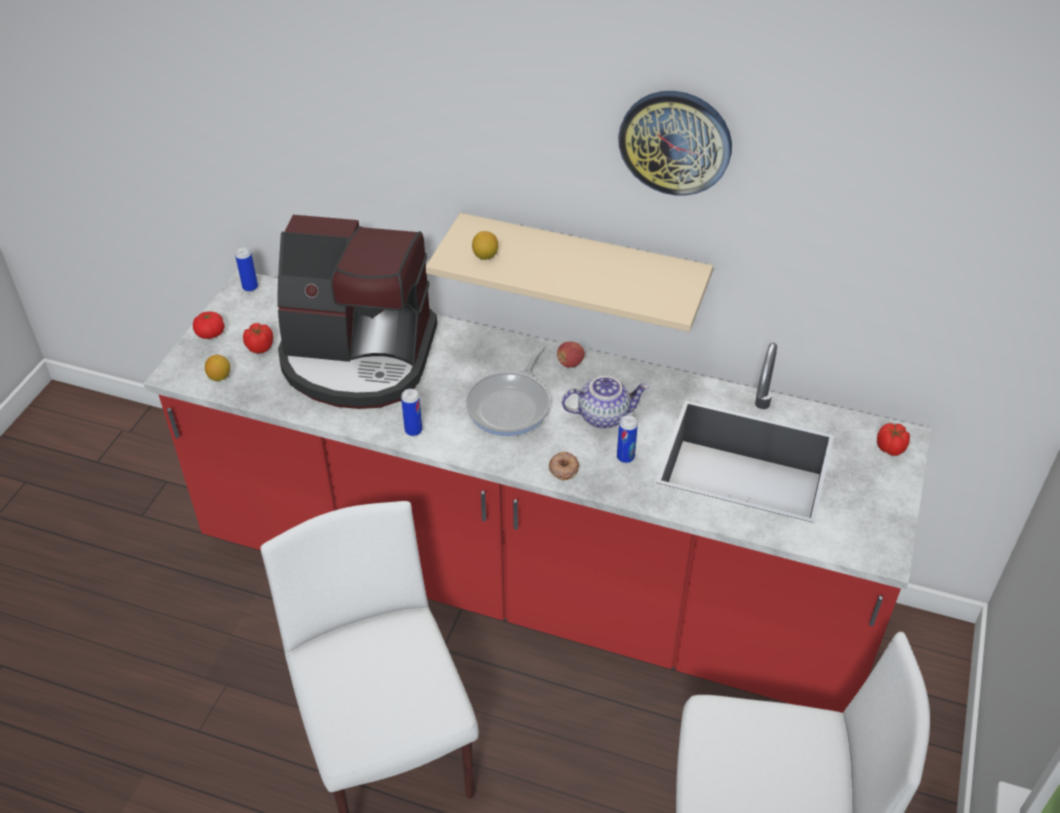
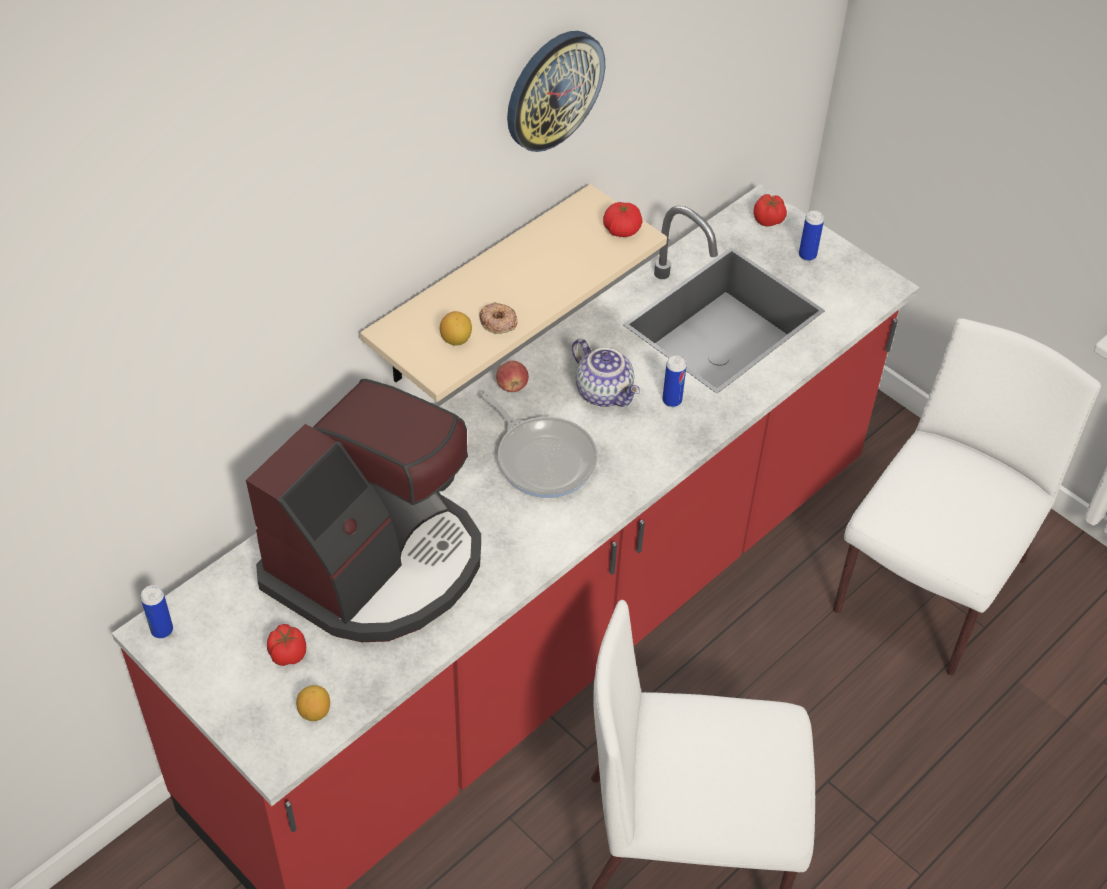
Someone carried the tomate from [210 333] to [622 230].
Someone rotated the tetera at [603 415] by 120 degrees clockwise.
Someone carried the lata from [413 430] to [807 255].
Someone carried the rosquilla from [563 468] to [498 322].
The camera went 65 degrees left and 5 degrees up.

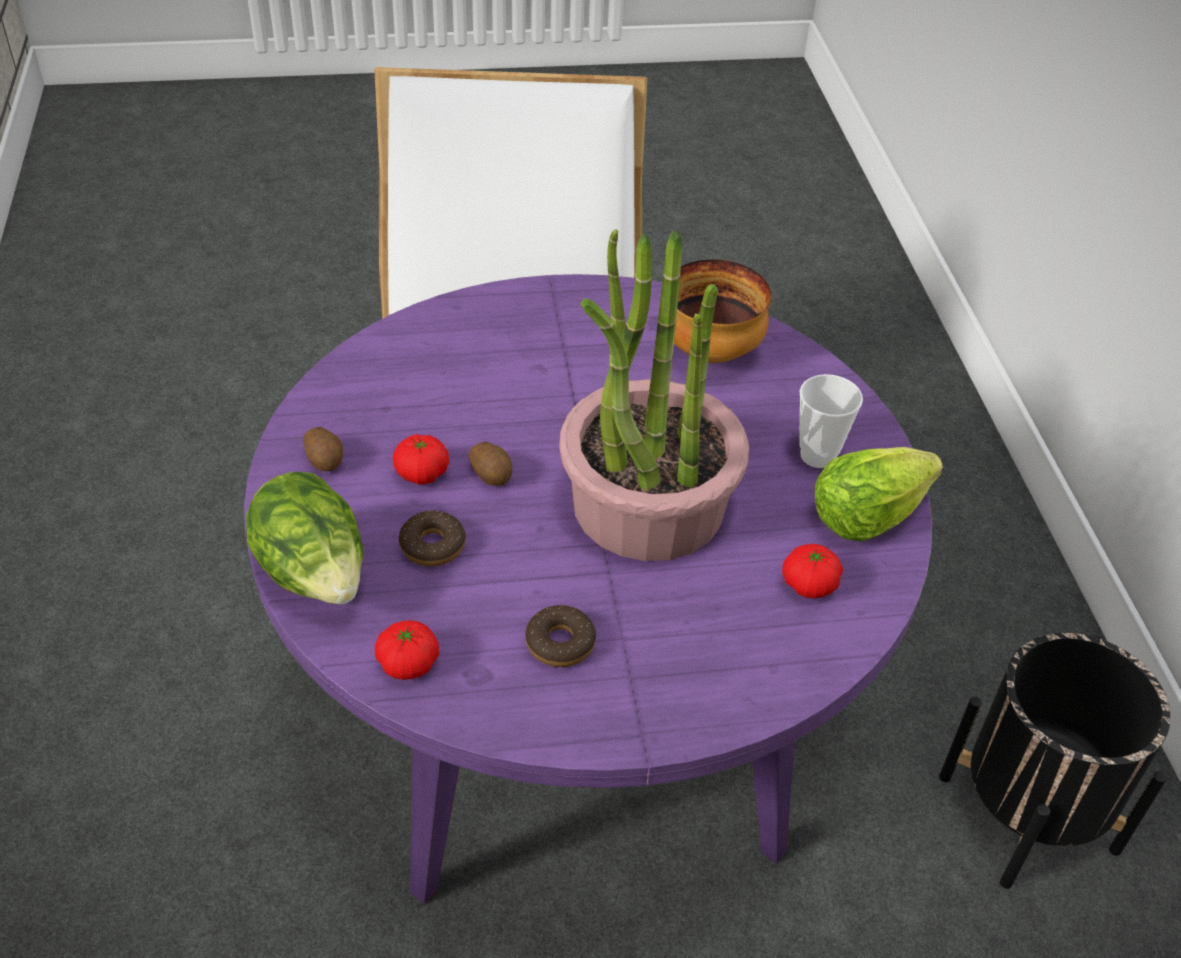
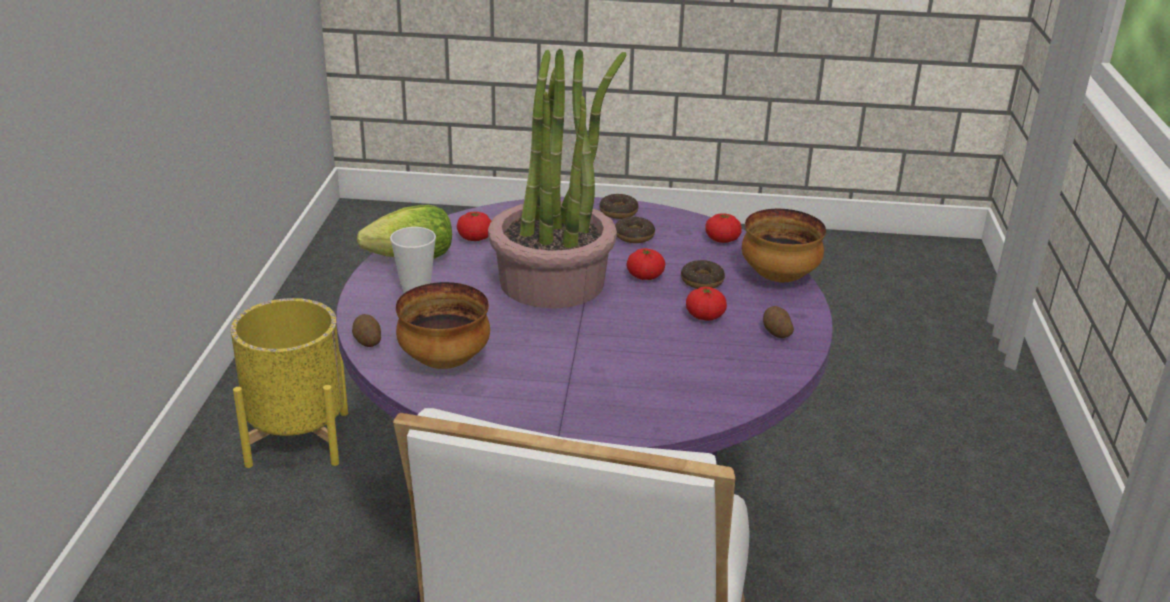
Someone carried the patata from [492 474] to [367 341].
Someone swapped the lechuga at [314 575] for the cuenco at [778 278].
Someone repainted the maceta (negro) at [1028 813], which became the maceta (amarillo) at [298 438].
Someone put down the rosquilla at [618 212].
Someone put down the tomate at [645 276].
The camera went 165 degrees left and 15 degrees down.

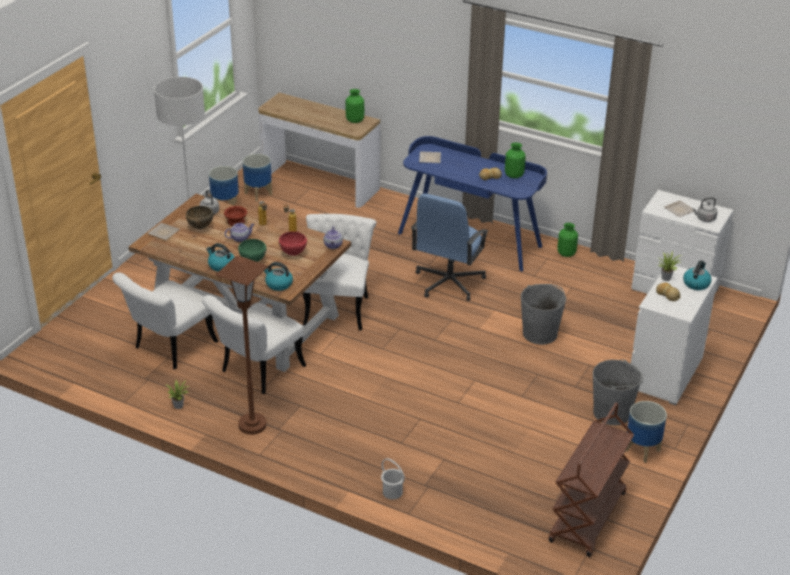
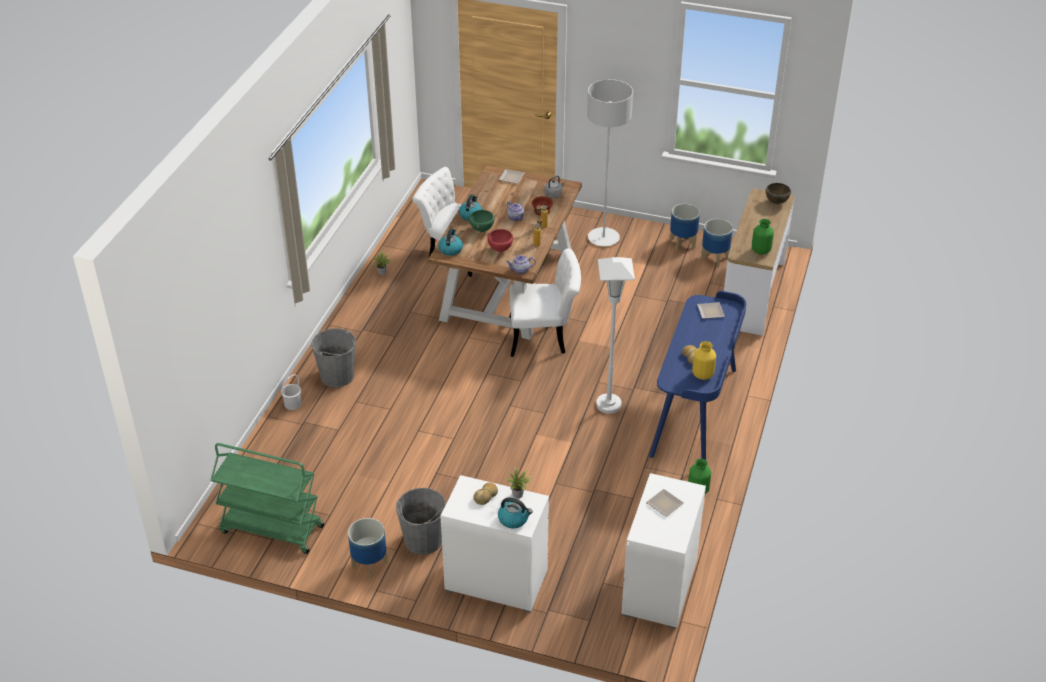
Someone repainted the florero (verde) at [513 175], which became the florero (amarillo) at [702 374].
Someone swapped the silla de oficina (azul) at [448 282] for the lámpara de pie (blanco) at [608 404].
Someone took away the hervidor (gris) at [704 219].
Someone carried the cuenco (marrón) from [200 228] to [776 202].
Someone took away the lámpara de pie (marrón) at [252 425].
Someone carried the cubo (gris) from [540 333] to [337 376].
Someone took away the silla (blanco) at [256 373].
Someone repainted the carrito (marrón) at [588 518], which became the carrito (verde) at [271 529].
The camera went 80 degrees right and 5 degrees up.

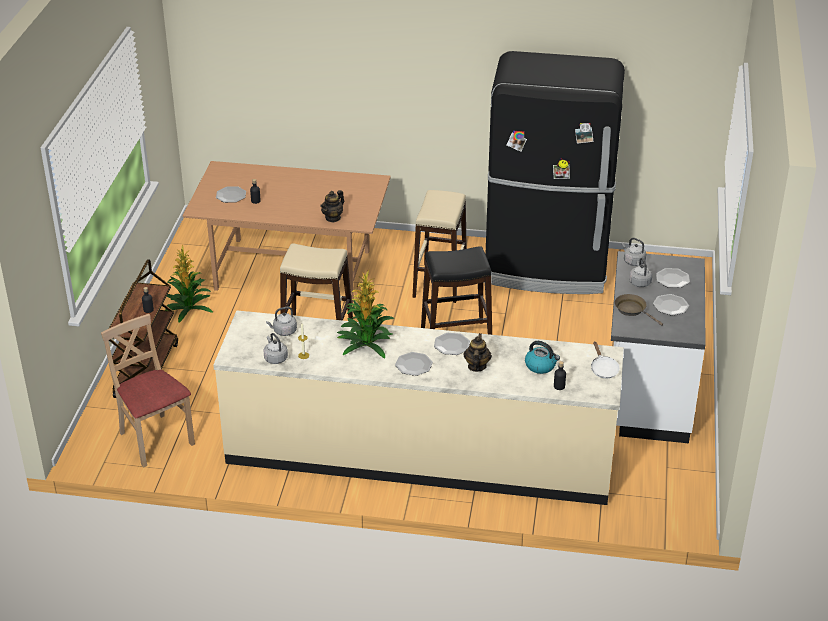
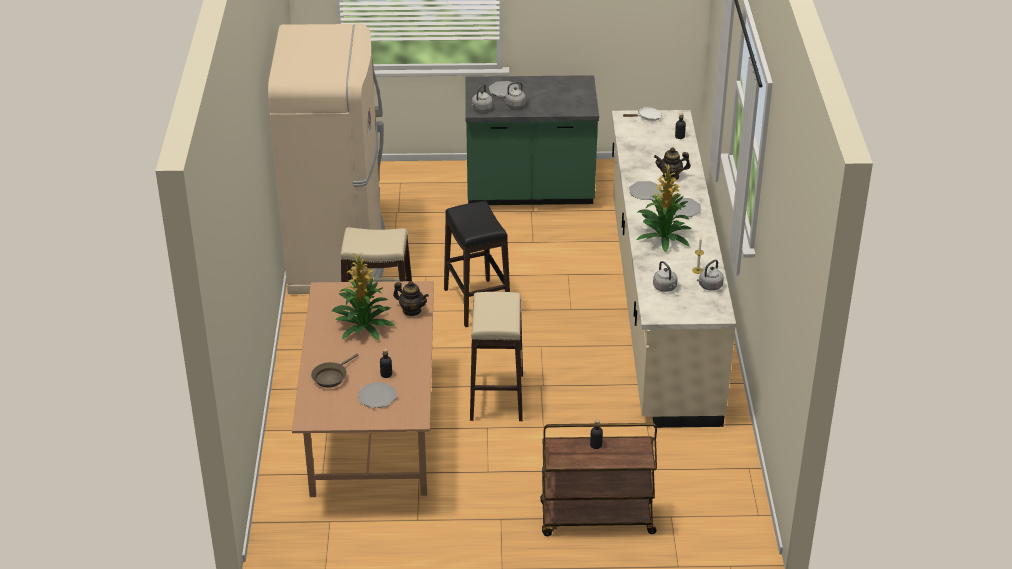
Someone repainted the nevera (negro) at [546 267], which became the nevera (beis) at [338 256].
Someone carried the planta en maceta from [188 308] to [363 326].
Someone repainted the mueble bajo de cocina (blanco) at [647 393], which became the mueble bajo de cocina (verde) at [530 191].
Someone carried the sartén (marrón) from [632 310] to [331 377].
Someone took away the plato at [670 306].
Someone took away the silla (beis) at [155 439].
Someone took away the hervidor at [541 366].
The camera went 100 degrees left and 0 degrees up.

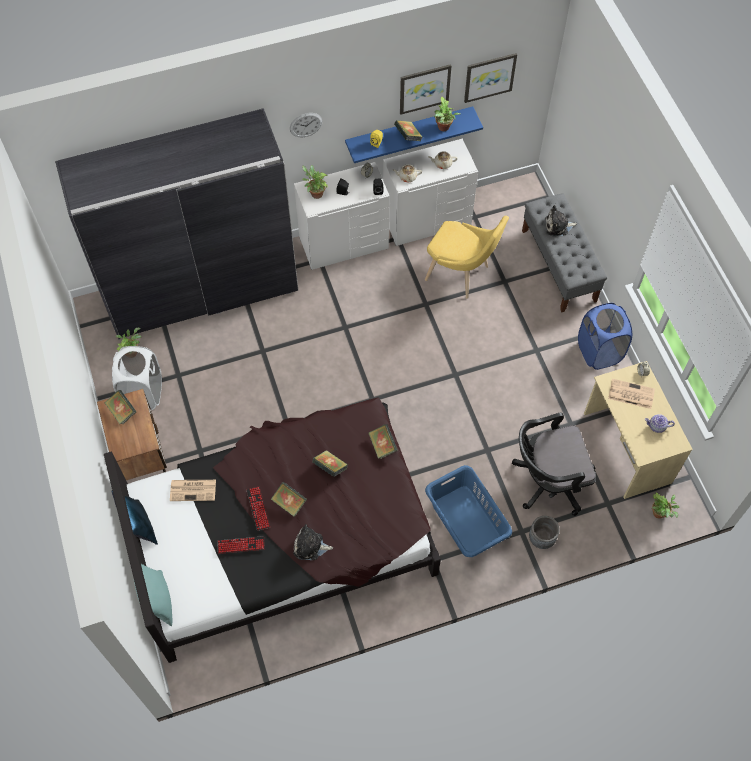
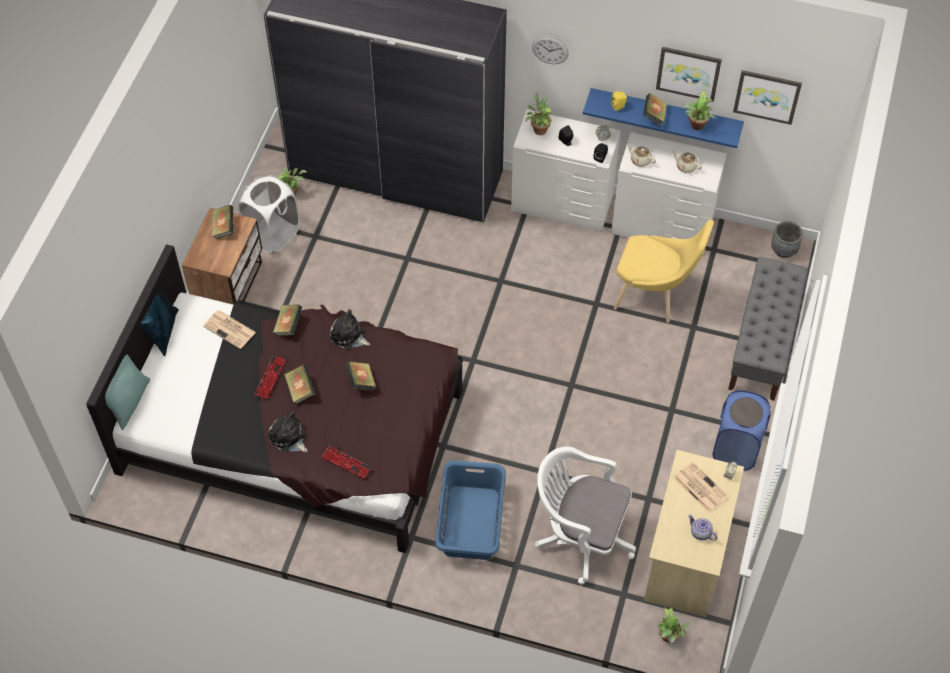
Someone carried the peluche from [558 226] to [348 336].
Someone rotated the silla (amarillo) at [461 274] by 45 degrees counterclockwise.
Someone repainted the silla de oficina (negro) at [547 481], which became the silla de oficina (blanco) at [580 536].
Someone carried the libro from [382 445] to [288 326].
Someone carried the maceta (gris) from [541 538] to [784 250].
Someone carried the teclado from [241 545] to [346 463].
The camera went 35 degrees right and 5 degrees down.

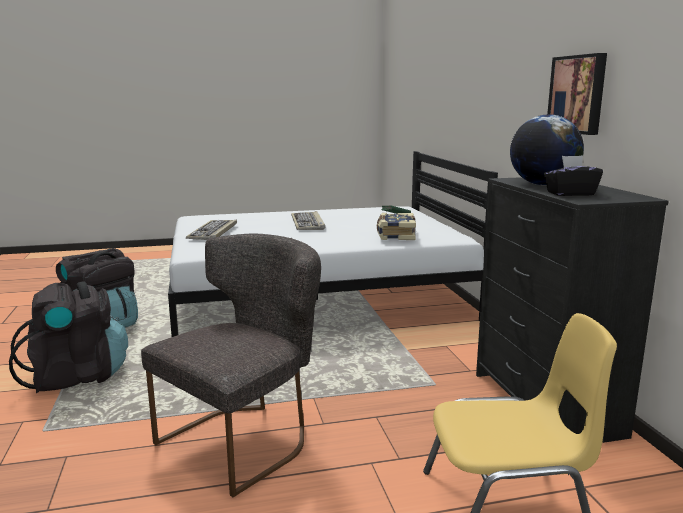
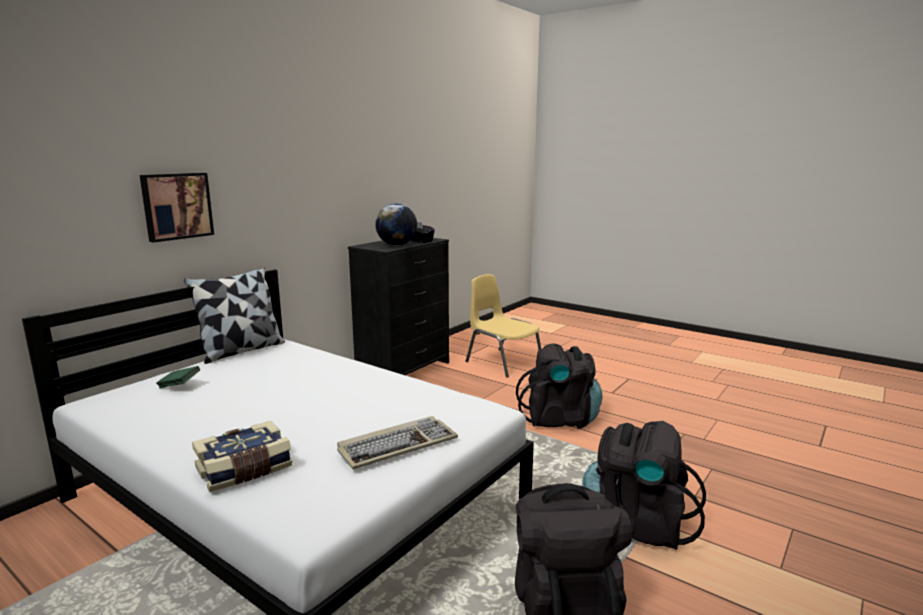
Someone carried the cuadro from [578 94] to [176 206].
Someone took away the teclado at [308 223].
Someone carried the libro from [395 235] to [245 469].
Someone swapped the silla (gris) at [245 438] for the mochila (negro) at [559 419].
Someone put down the cojín at [241 350].
The camera went 130 degrees left and 0 degrees up.

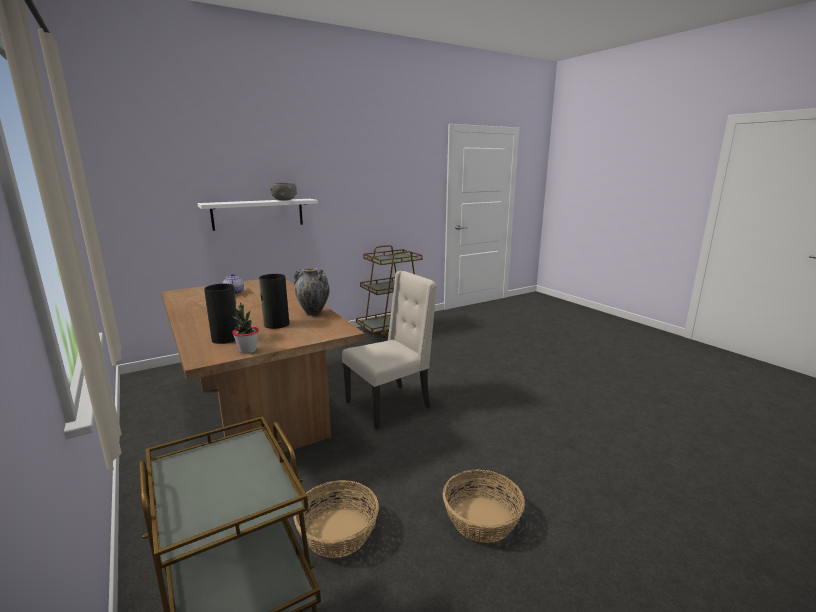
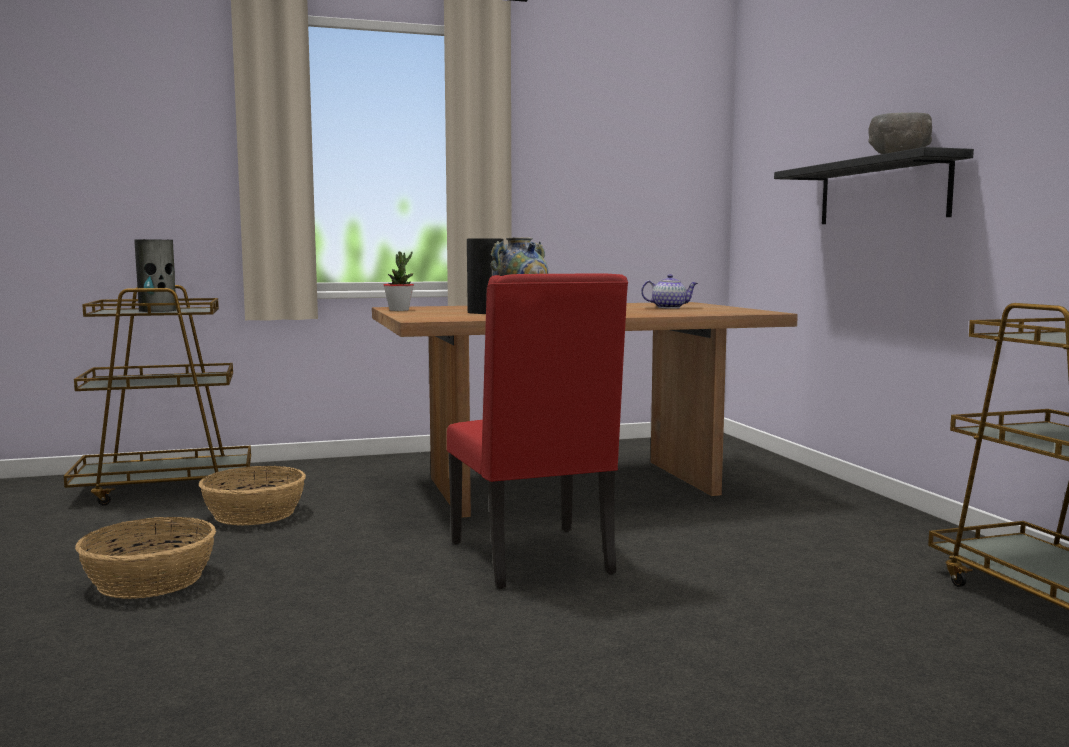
Someone repainted the estante (blanco) at [258 214], which became the estante (negro) at [882 191].
Someone repainted the silla (beis) at [390 405], which became the silla (rojo) at [535 558].
Someone carried the florero from [226 338] to [158 310].
The camera went 105 degrees right and 10 degrees down.

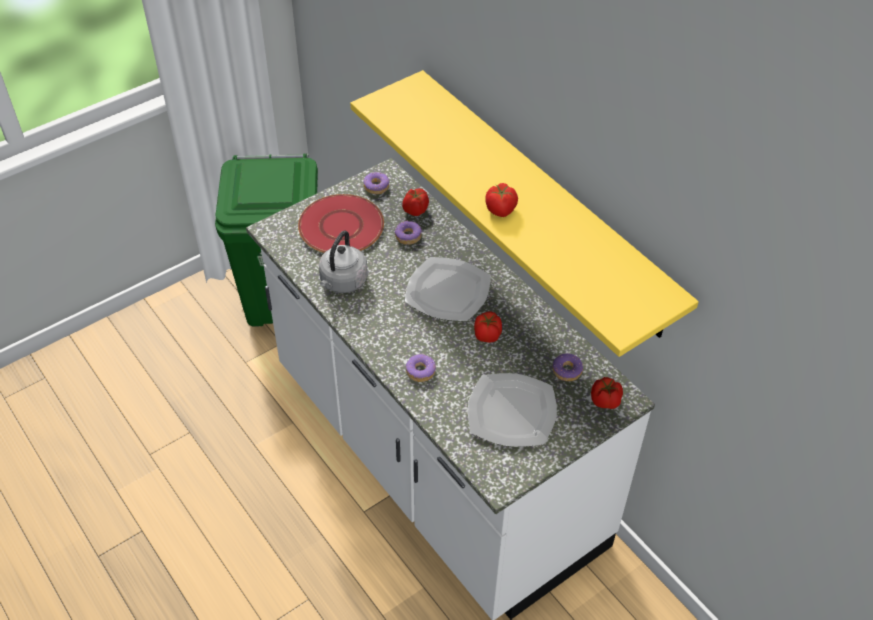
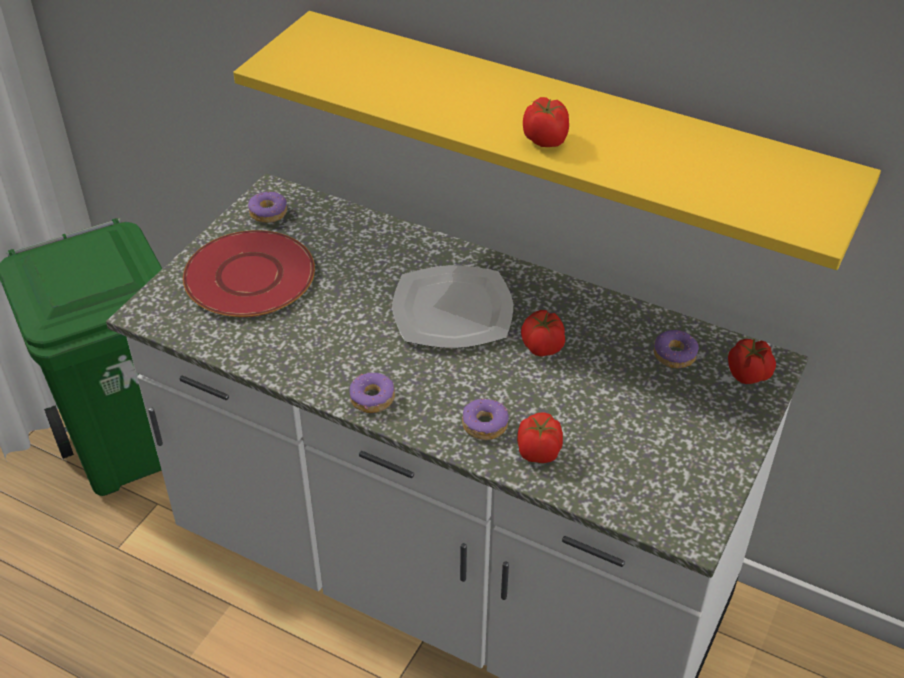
Someone carried the tomate from [415 210] to [538 452].
Someone carried the rosquilla from [408 236] to [372 399].
Someone took away the hervidor (gris) at [342 282].
Someone took away the plato at [511 413].
The camera went 25 degrees left and 5 degrees down.

